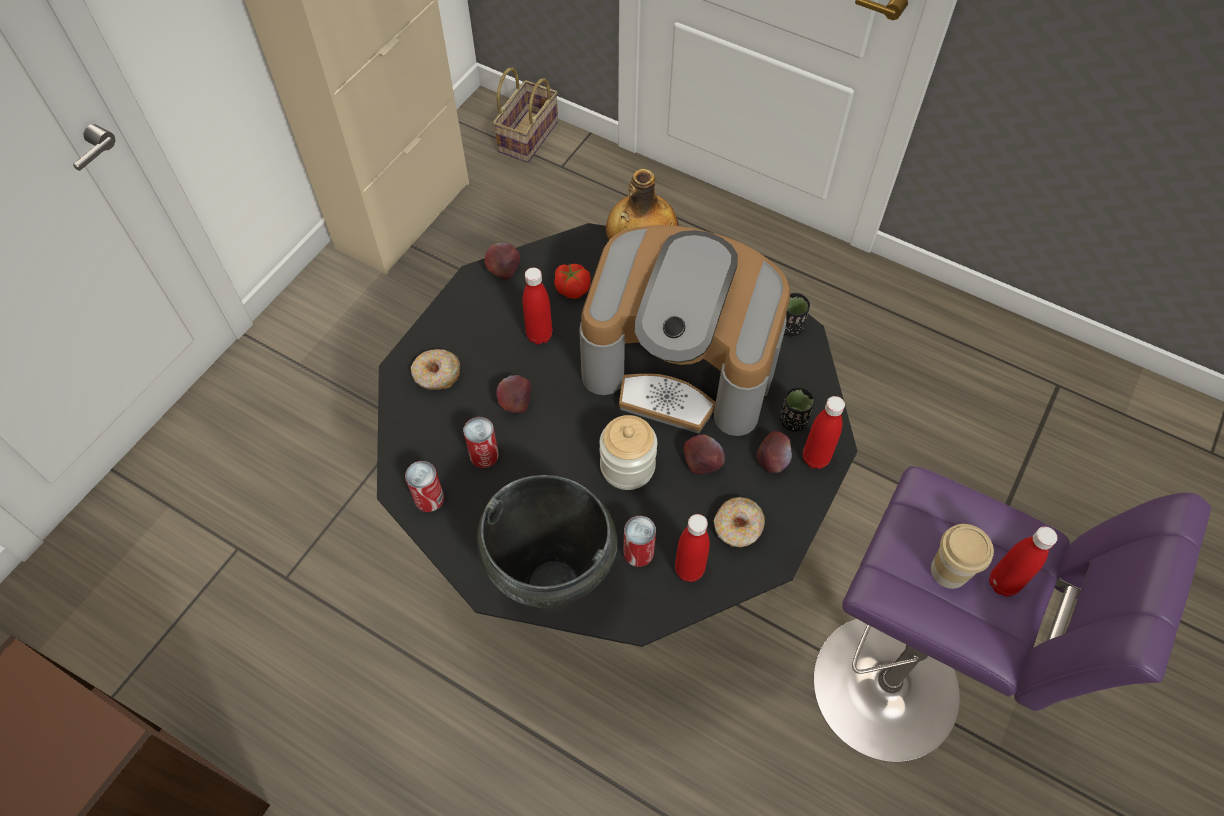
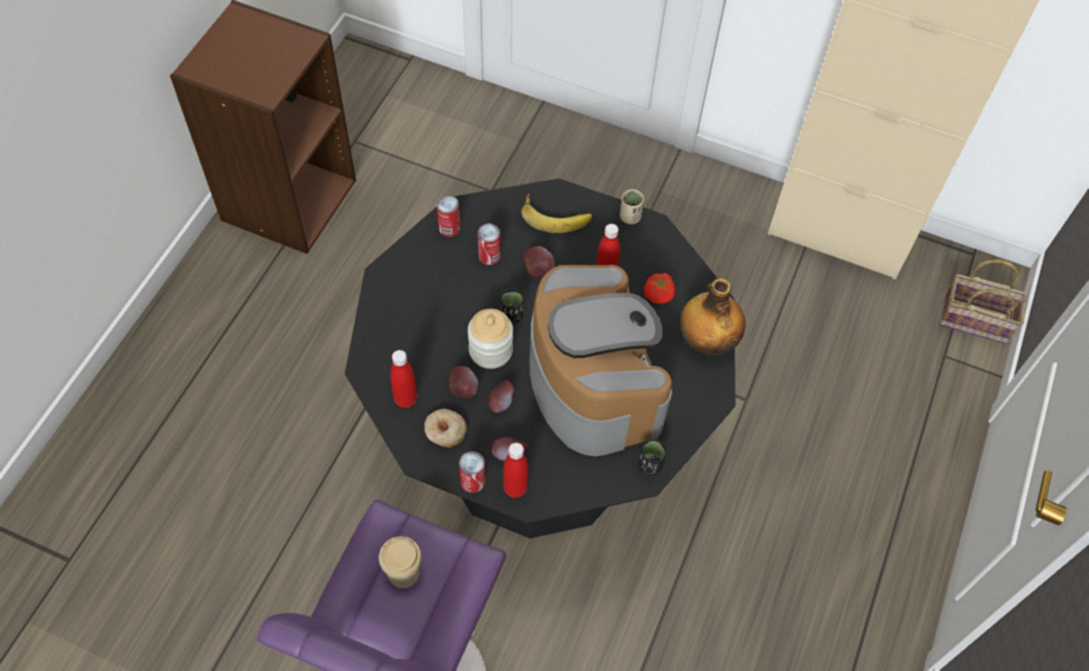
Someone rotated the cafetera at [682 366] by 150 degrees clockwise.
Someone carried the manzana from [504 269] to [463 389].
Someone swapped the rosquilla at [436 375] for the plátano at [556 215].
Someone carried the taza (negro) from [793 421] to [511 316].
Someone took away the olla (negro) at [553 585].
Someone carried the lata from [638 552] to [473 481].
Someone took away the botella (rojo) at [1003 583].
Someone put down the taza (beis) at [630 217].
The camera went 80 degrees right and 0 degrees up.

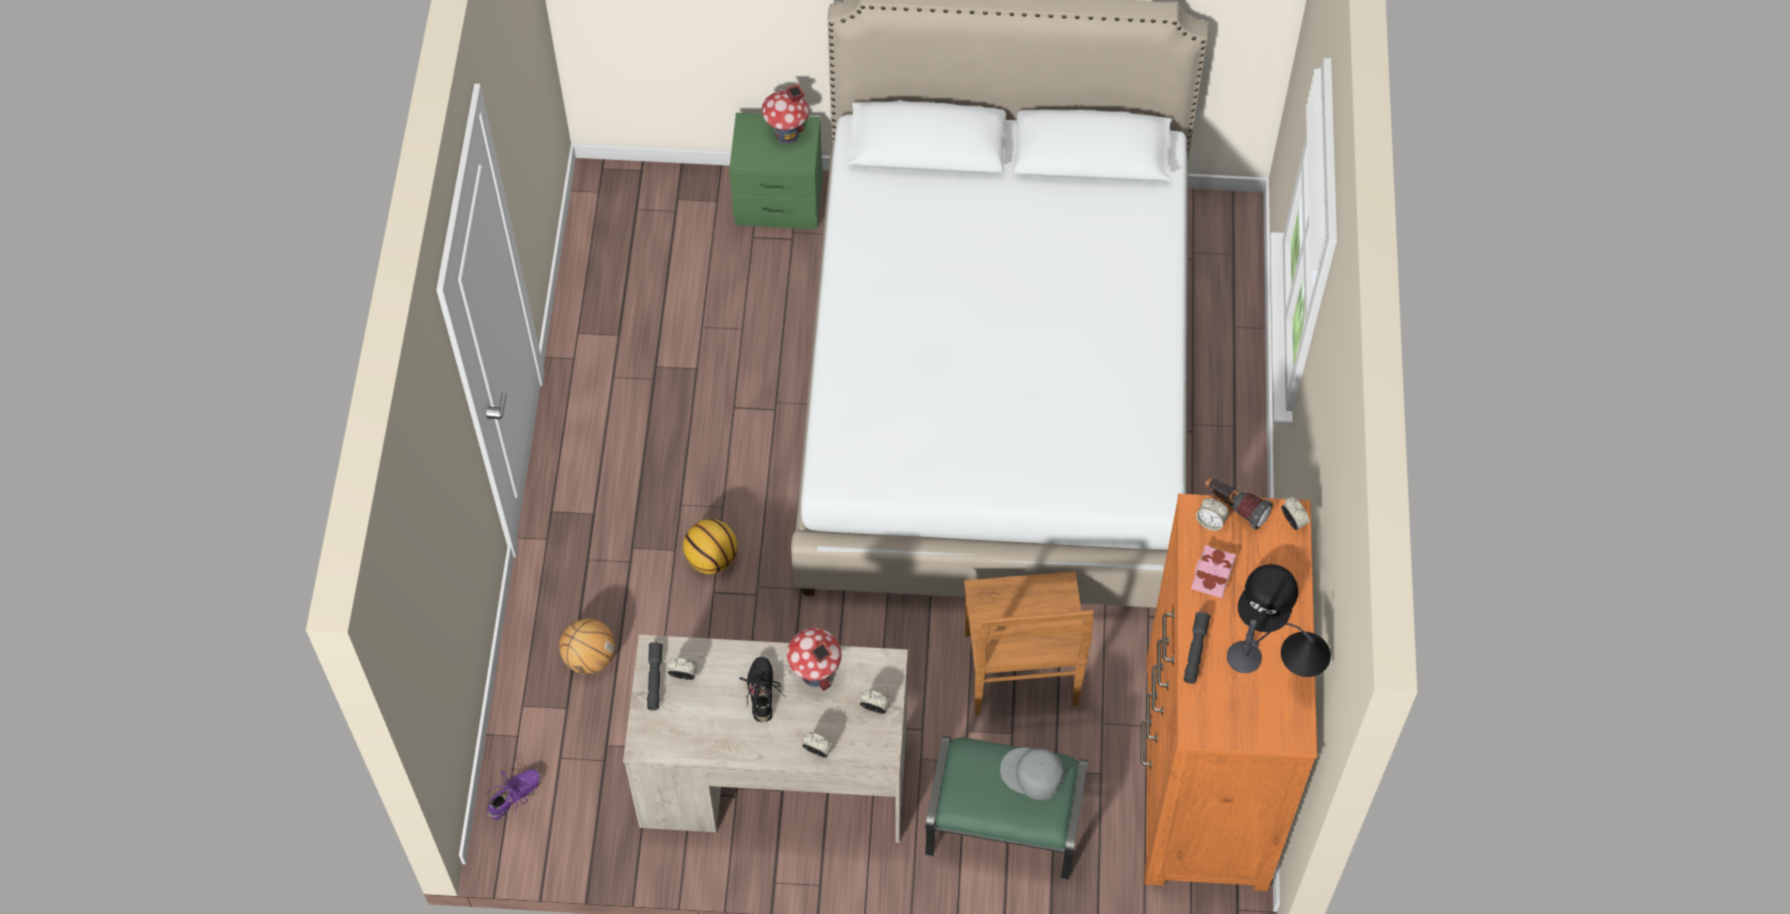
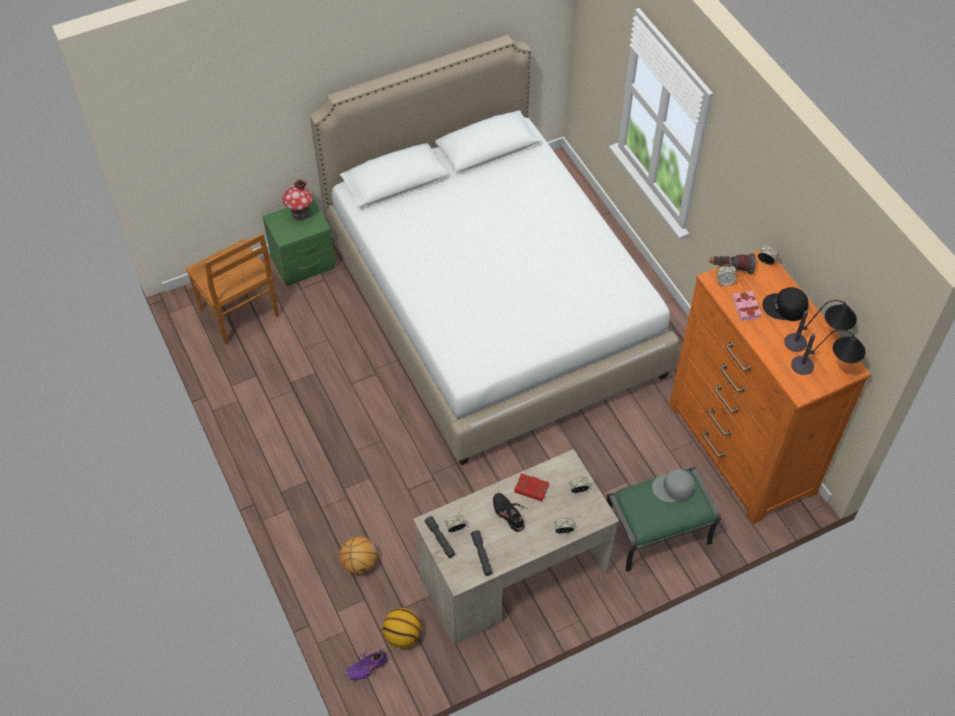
Someone carried the balón de baloncesto from [711 559] to [402 636].
Someone rotated the gorra (negro) at [1268 601] by 105 degrees clockwise.
Someone carried the silla (marrón) from [1021 672] to [240 314].
Someone carried the linterna (gris) from [1195 651] to [481 555].
Someone swapped the casita at [815 674] for the libro (rojo) at [531 488].
Someone rotated the zapato (morado) at [514 796] by 135 degrees counterclockwise.
Someone put down the lámpara de mesa at [825 370].
The camera went 30 degrees left and 5 degrees down.

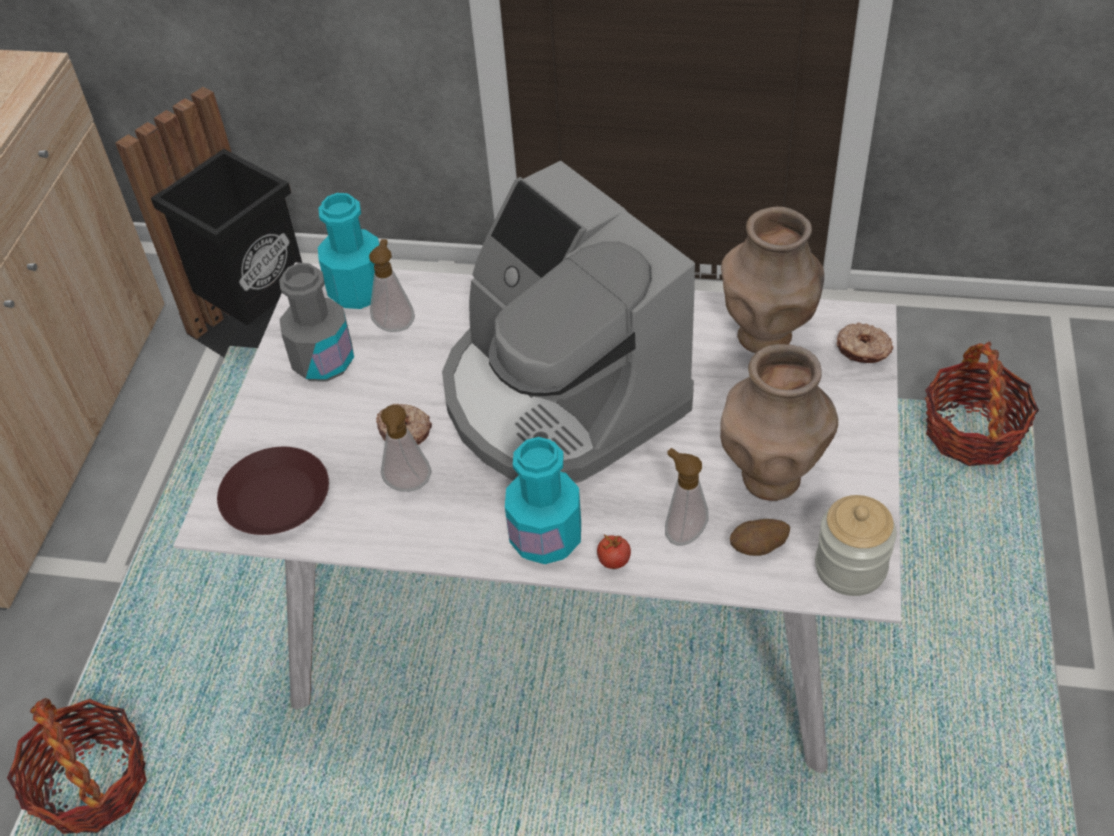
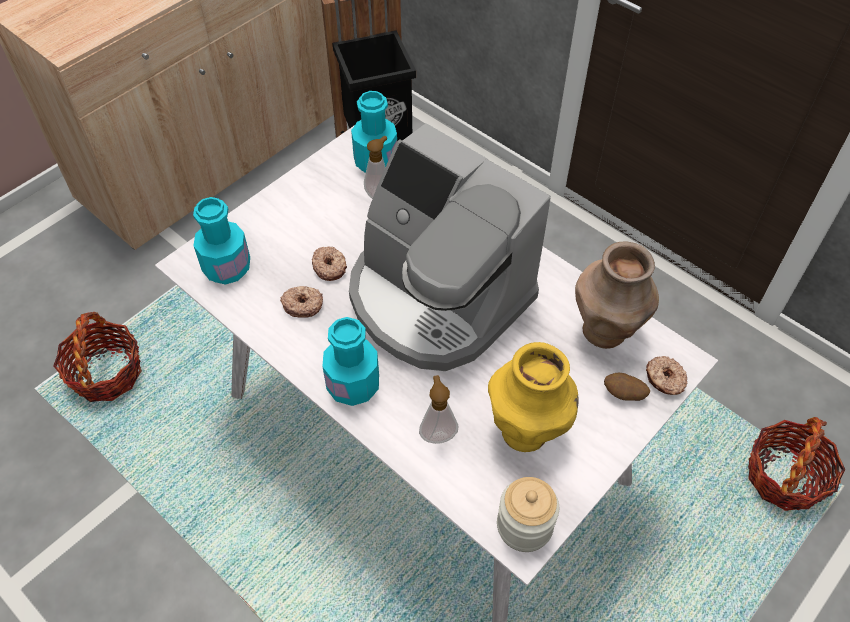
Someone rotated the cafetera at [559 398] by 45 degrees counterclockwise.
Someone took away the botella (gris) at [323 362].
Someone repainted the florero (marrón) at [772 476], which became the florero (amarillo) at [526 431].
Someone swapped the dispensador de jabón at [409 487] for the rosquilla at [303 305].
Someone swapped the plato (marrón) at [275 498] for the botella (turquesa) at [227 268].
Someone carried the patata from [758 548] to [623 394].
Someone took away the tomate at [614 561].
The camera went 30 degrees right and 5 degrees up.

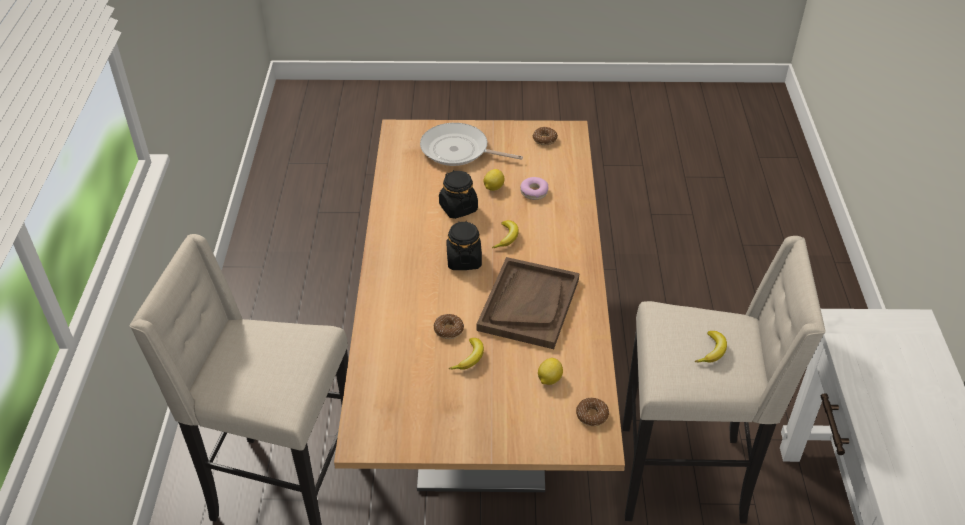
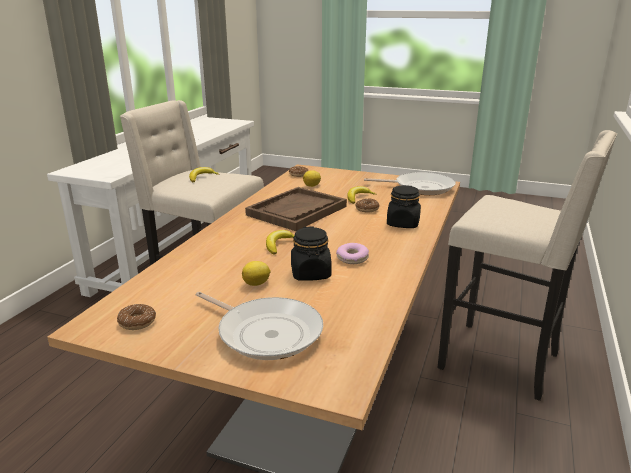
Someone carried the rosquilla from [534 192] to [352 258].
Someone carried the tarro (negro) from [464 260] to [403 224].
Someone put down the sartén at [420 187].
The camera went 160 degrees left and 20 degrees down.

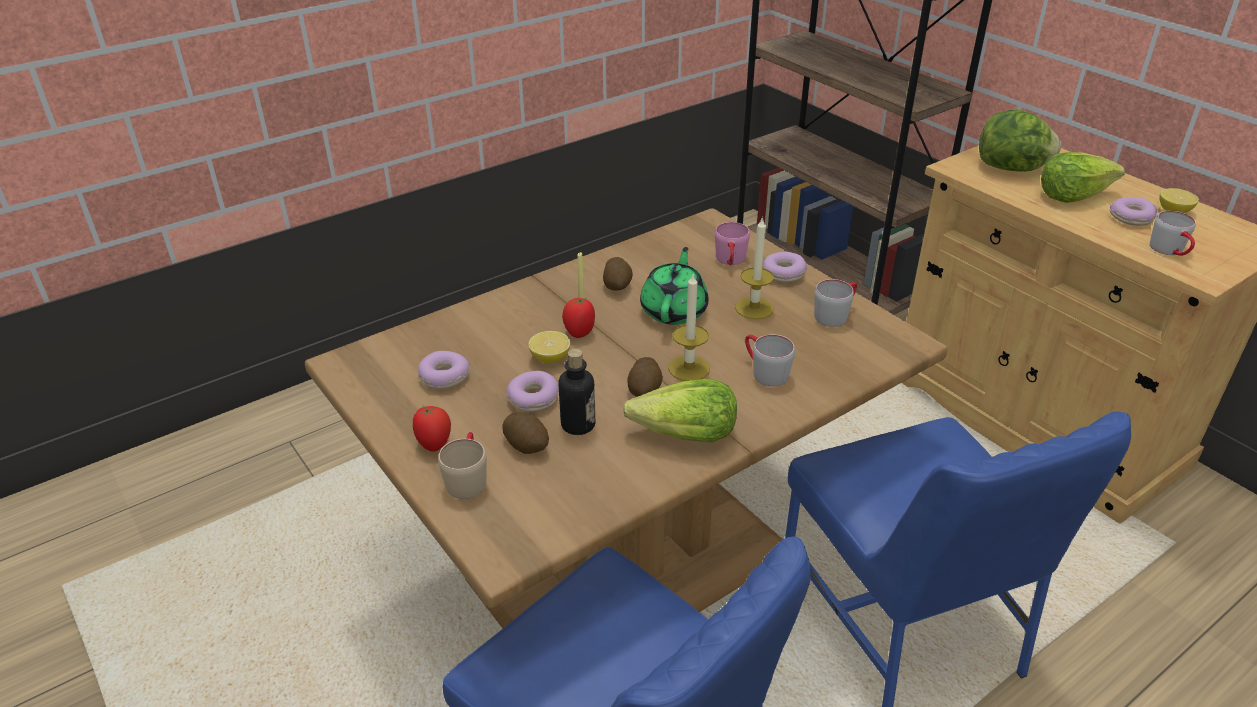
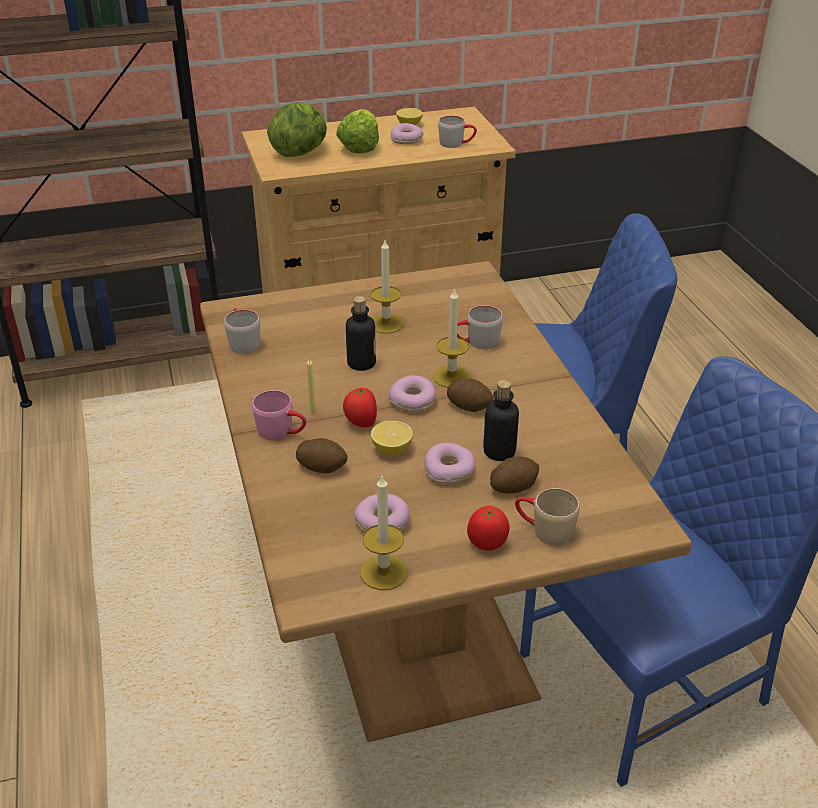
Someone carried the taza grande (rosa) from [731 261] to [282 432].
Someone swapped the tetera (verde) at [674 310] for the botella at [361 363].
Someone carried the rosquilla from [783 274] to [413 401].
Someone carried the patata from [617 285] to [322 467].
Someone carried the taza grande (gris) from [835 314] to [242 341].
Someone took away the lechuga at [685 435].
Someone put down the vela at [384 572].
The camera went 70 degrees left and 0 degrees up.

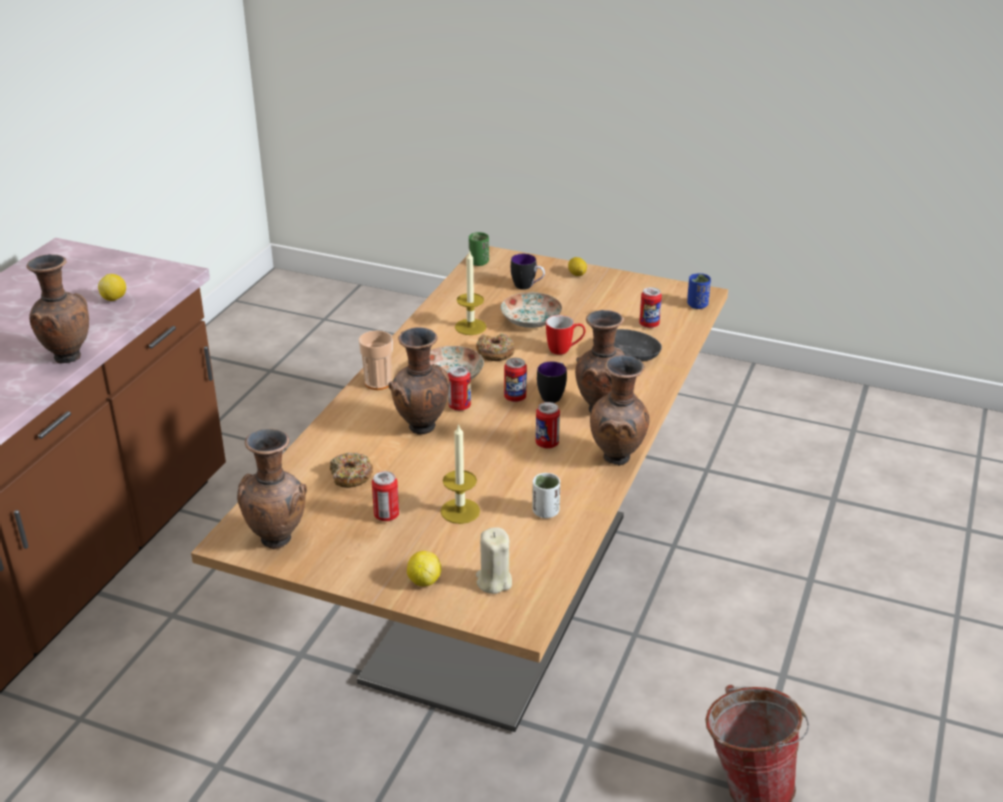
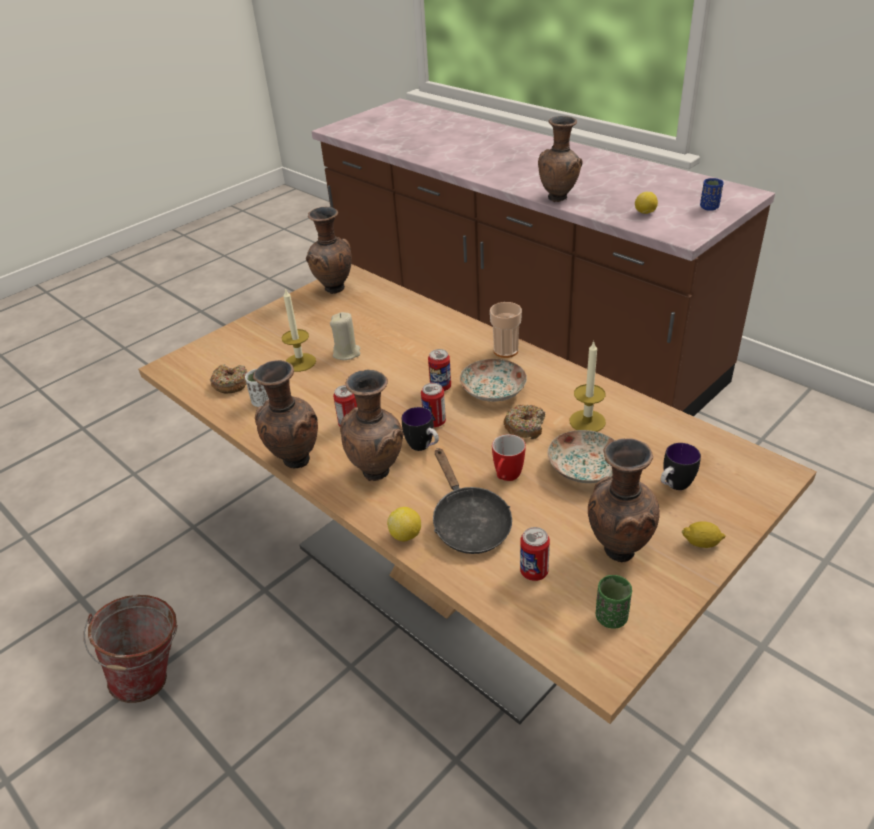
Someone carried the taza (verde) from [479 262] to [611 617].
Someone carried the taza (azul) from [697 305] to [709 207].
Someone carried the florero (marrón) from [421 429] to [617 549].
Someone carried the rosquilla from [351 476] to [231 384].
Someone took away the lata at [386 515].
Someone carried the vela (beis) from [493 581] to [347 353].
Someone carried the limón from [424 581] to [406 535].
The camera went 115 degrees right and 5 degrees up.

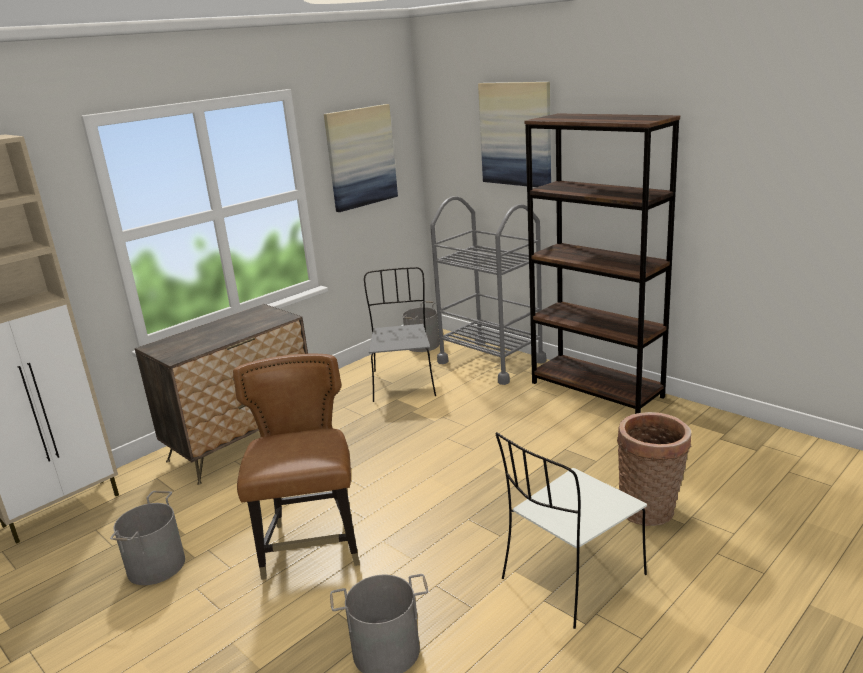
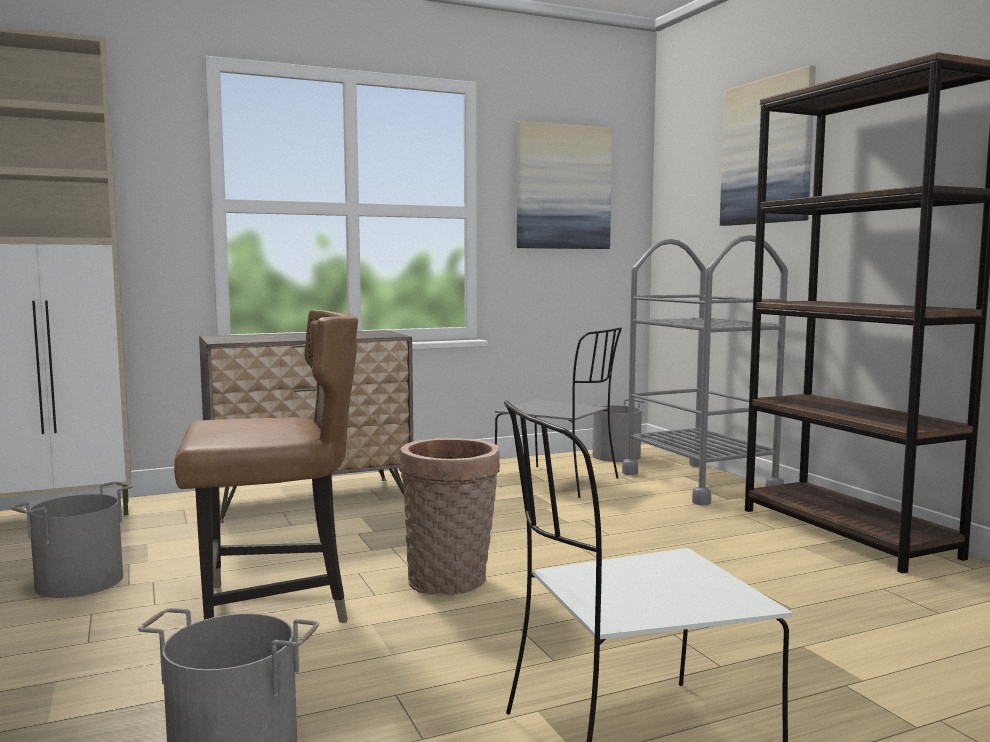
Someone rotated the silla (gris) at [403 382] by 105 degrees clockwise.
Someone rotated the silla (marrón) at [312 546] by 60 degrees clockwise.
Someone carried the cesta from [650 510] to [451 583].
The camera went 20 degrees right and 15 degrees down.

